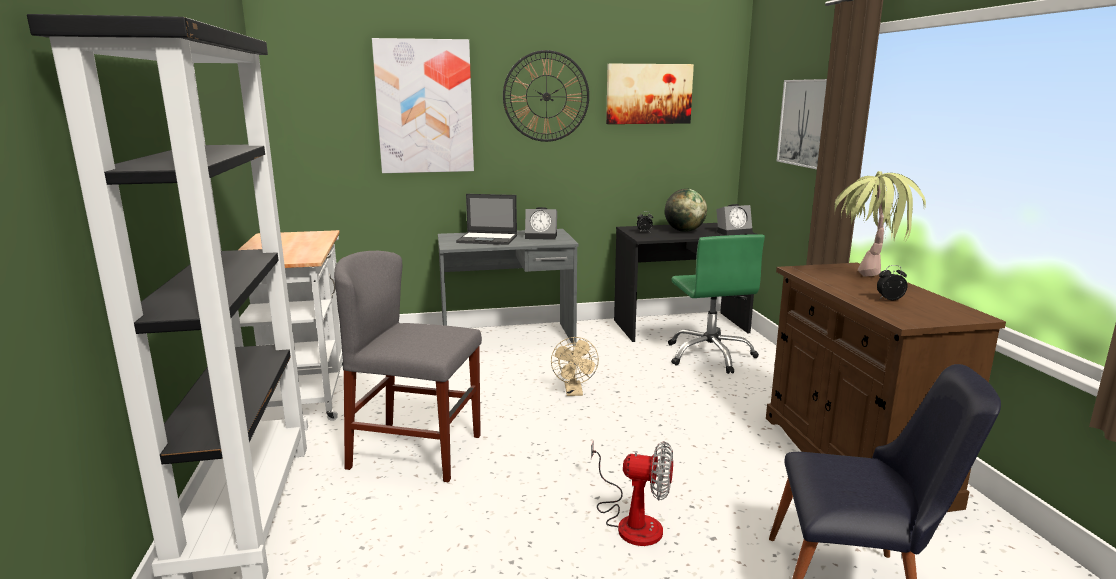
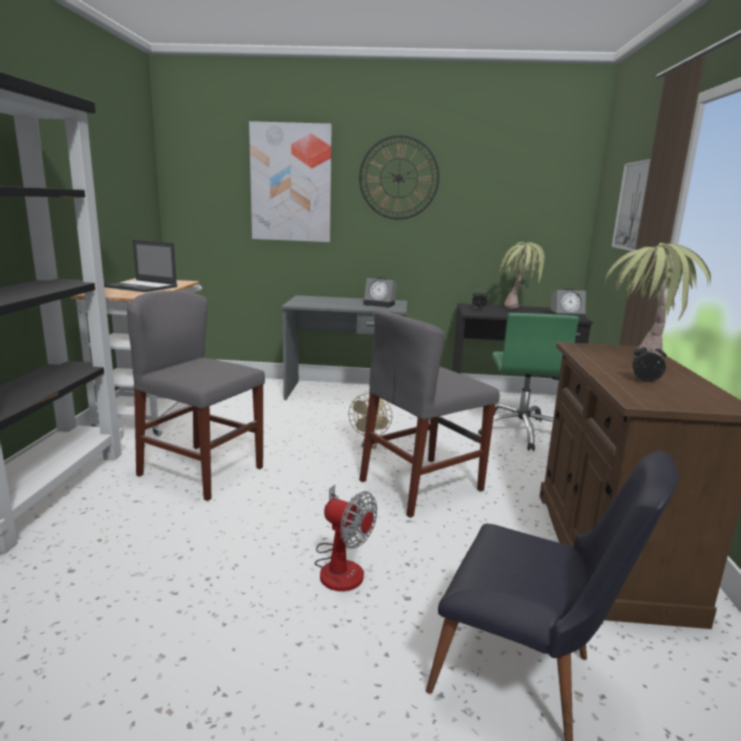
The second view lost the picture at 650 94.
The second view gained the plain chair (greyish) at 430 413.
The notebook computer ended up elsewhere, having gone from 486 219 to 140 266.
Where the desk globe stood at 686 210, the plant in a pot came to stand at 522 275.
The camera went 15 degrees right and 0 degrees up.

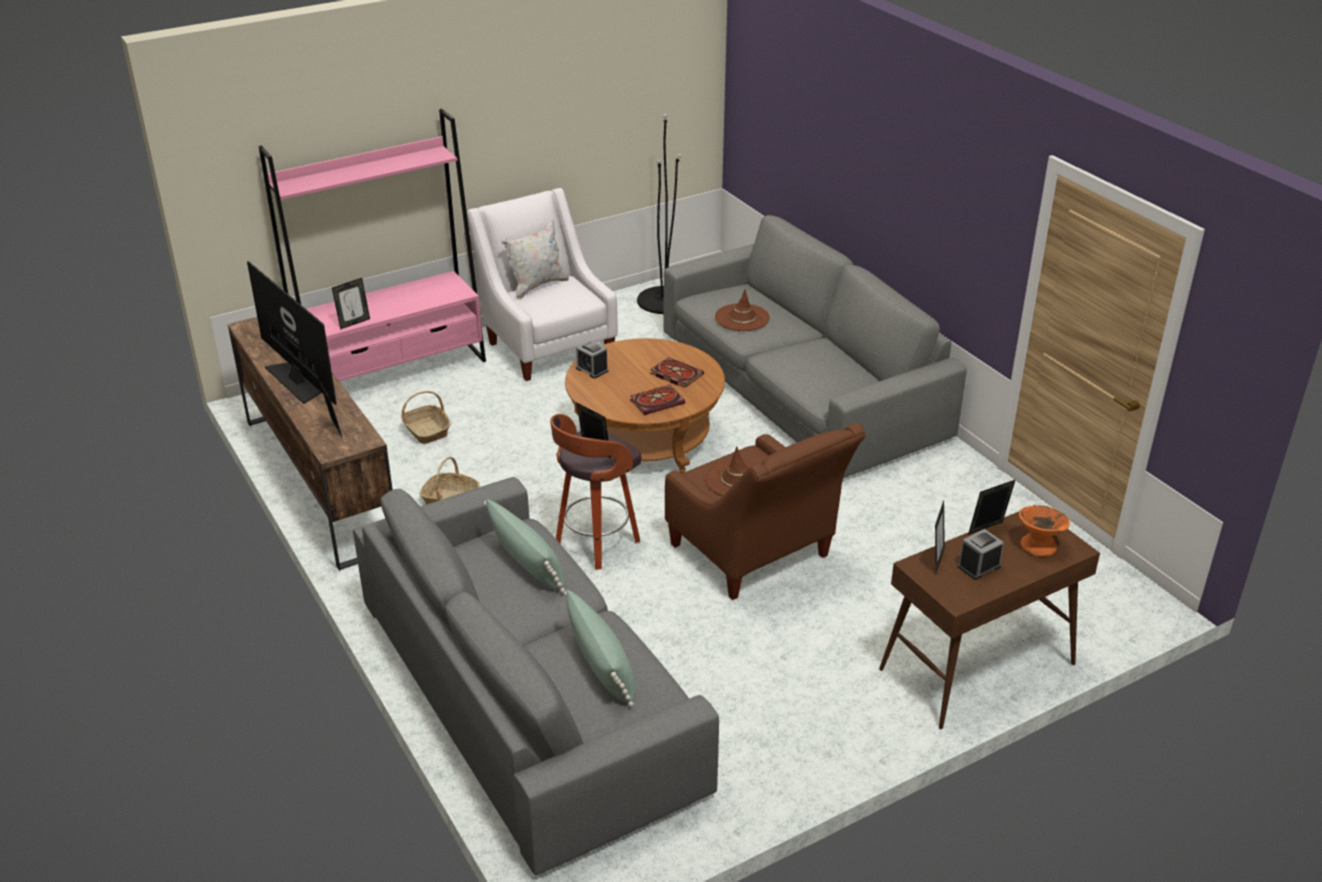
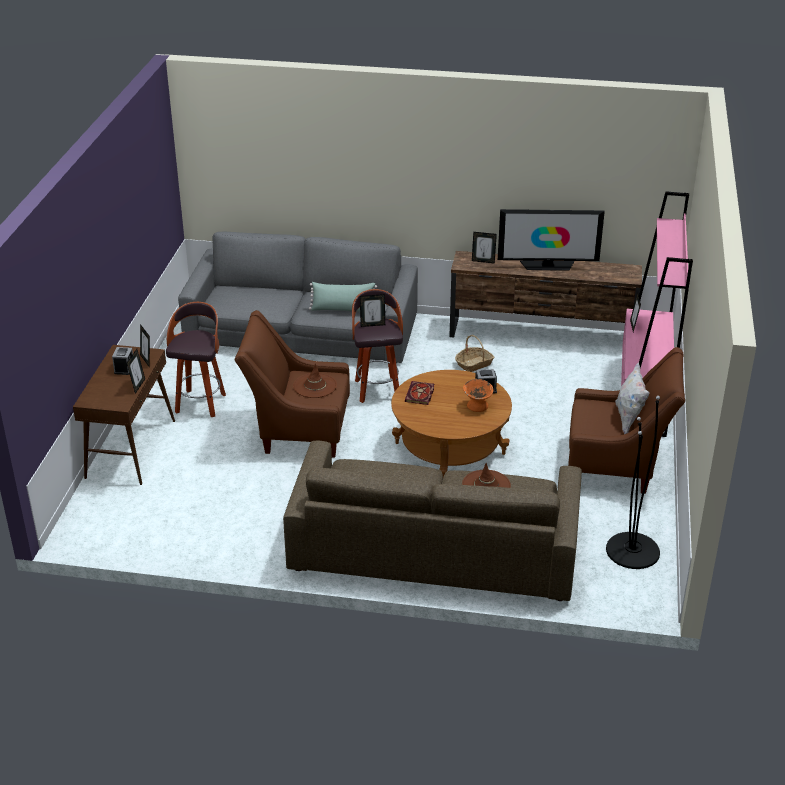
The second view lost the storage basket at 426 417.
The second view lost the pillow (green) at 600 648.
The second view lost the book at 677 372.
The second view gained the stool at 196 359.
The deep dish (orange-coloured) ended up elsewhere, having gone from 1044 531 to 478 395.
What was the easy chair (white) at 542 284 turned into the easy chair (brownish) at 626 420.
What was the settee (greyish) at 815 346 turned into the settee (brownish) at 432 521.
The camera went 130 degrees right and 0 degrees up.

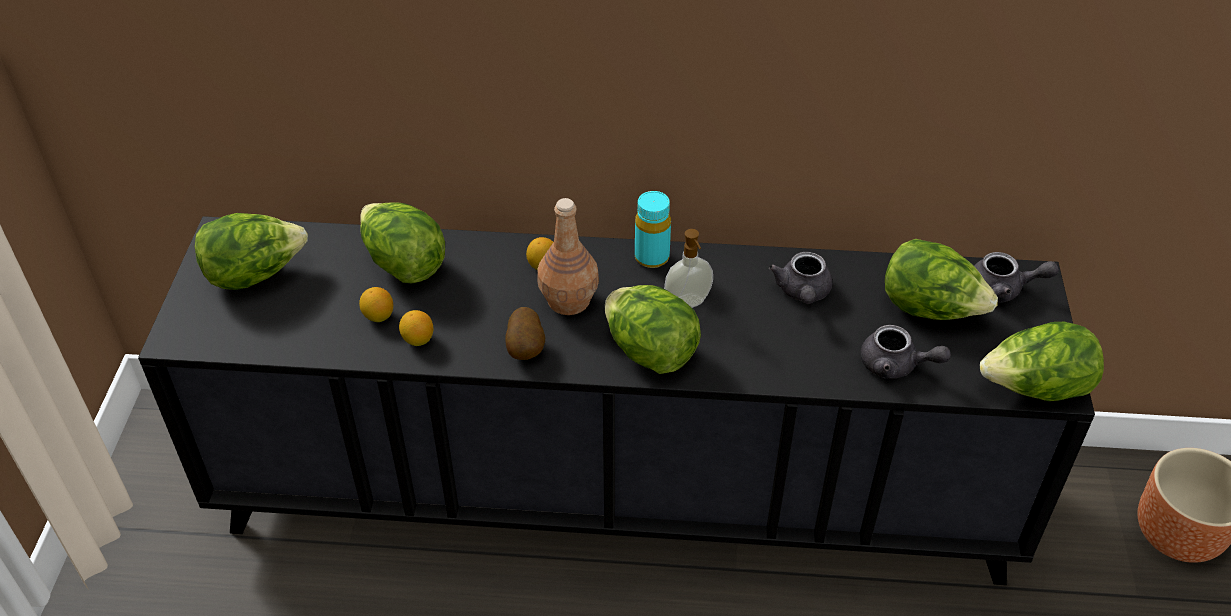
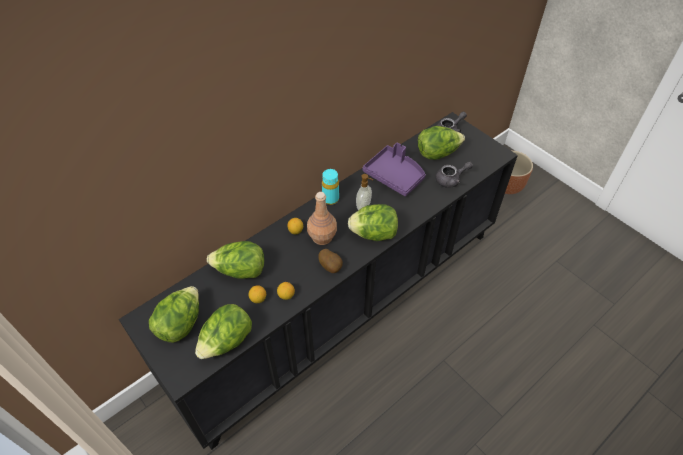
The lettuce head ended up elsewhere, having gone from 1042 361 to 223 331.
Where the tea pot (greyish) stood at 801 278, the carrying tray (purple-coloured) came to stand at 394 169.
The camera went 45 degrees left and 5 degrees up.

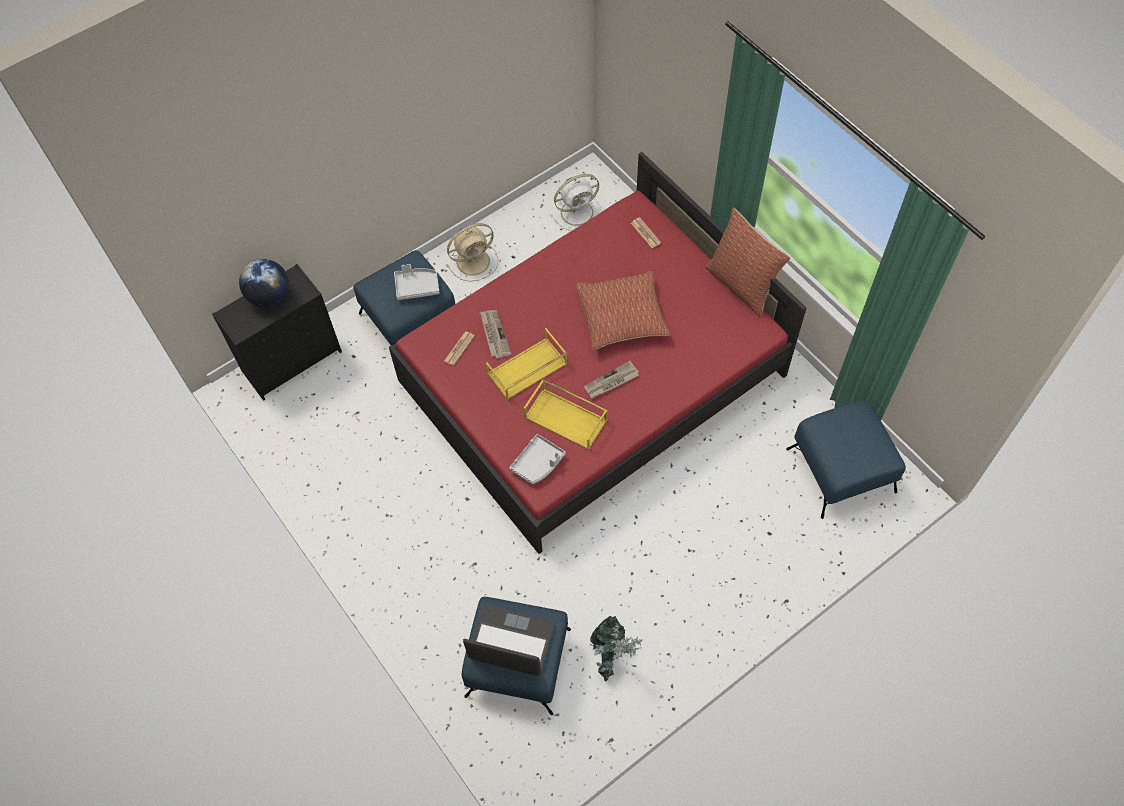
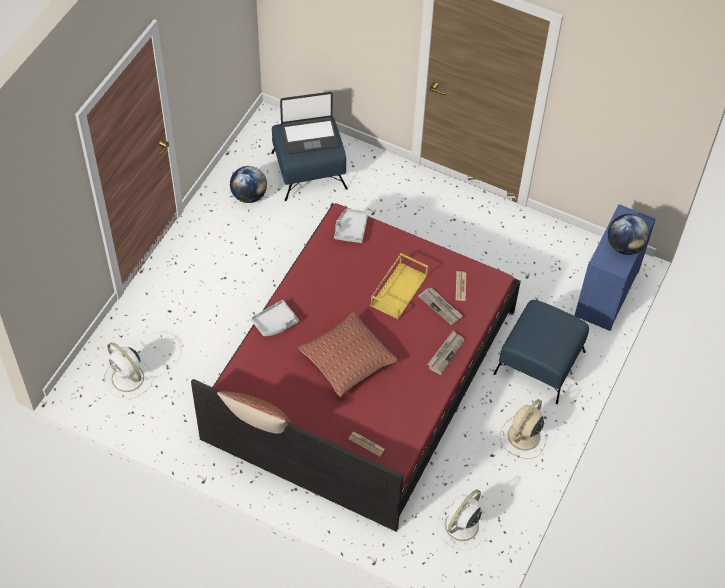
The second view lost the carrying tray (yellow-coloured) at 566 414.
The carrying tray (greyish) ended up elsewhere, having gone from 417 282 to 275 318.
The daily paper ended up elsewhere, having gone from 611 379 to 446 353.
Where the plant in a pot stood at 616 649, the desk globe came to stand at 248 184.
Where the footrest (bluish) stood at 846 459, the electric fan (white) came to stand at 128 370.
What was the dresser (black) at 277 332 turned into the dresser (bluish) at 615 267.
The camera went 150 degrees right and 5 degrees down.

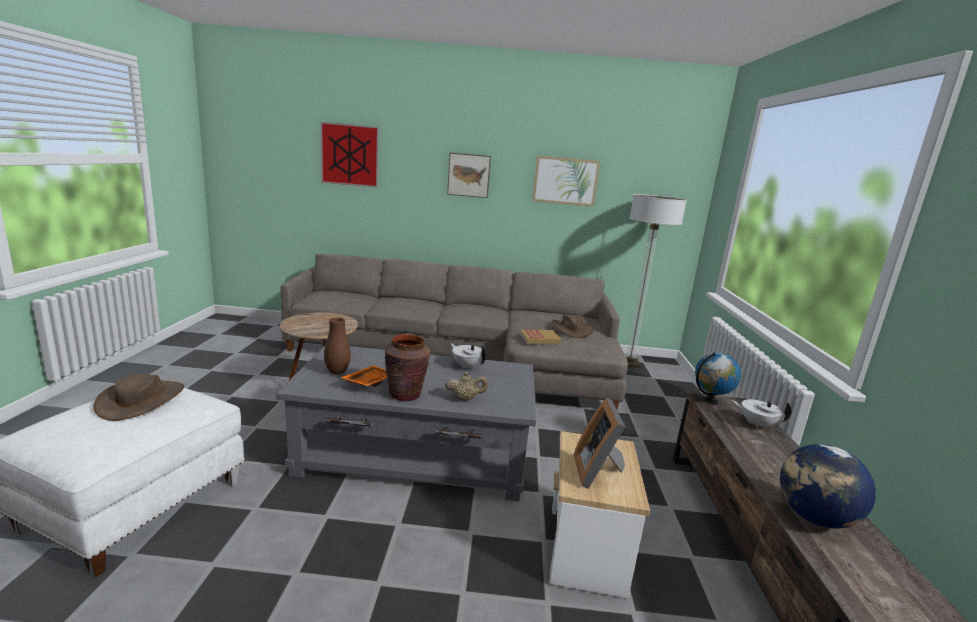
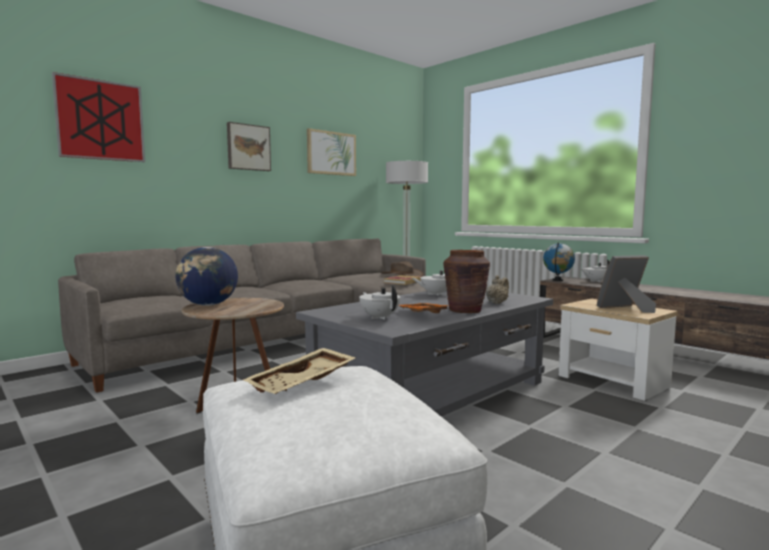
The desk globe ended up elsewhere, having gone from 828 486 to 207 276.
Where the wearable hat (brownish) stood at 138 397, the carrying tray (sand-coloured) came to stand at 299 371.
Where the decorative vase (brownish) stood at 337 346, the tea pot (white) came to stand at 380 302.
The standing frame at 599 443 ended up facing another way, 120 degrees clockwise from before.
The camera went 45 degrees left and 10 degrees down.

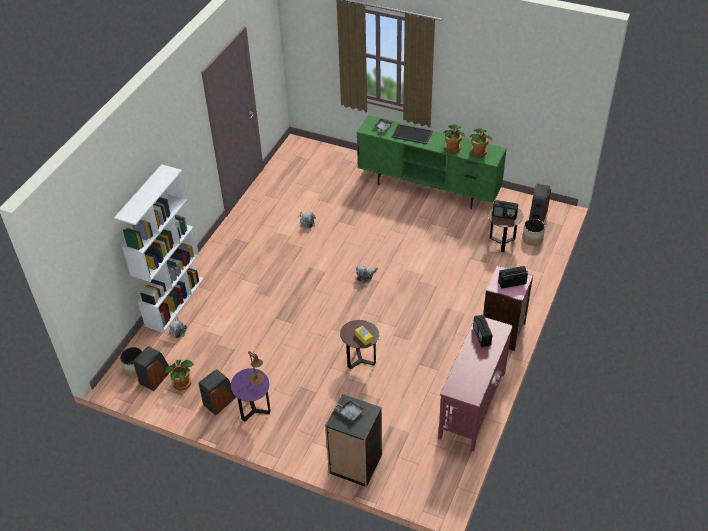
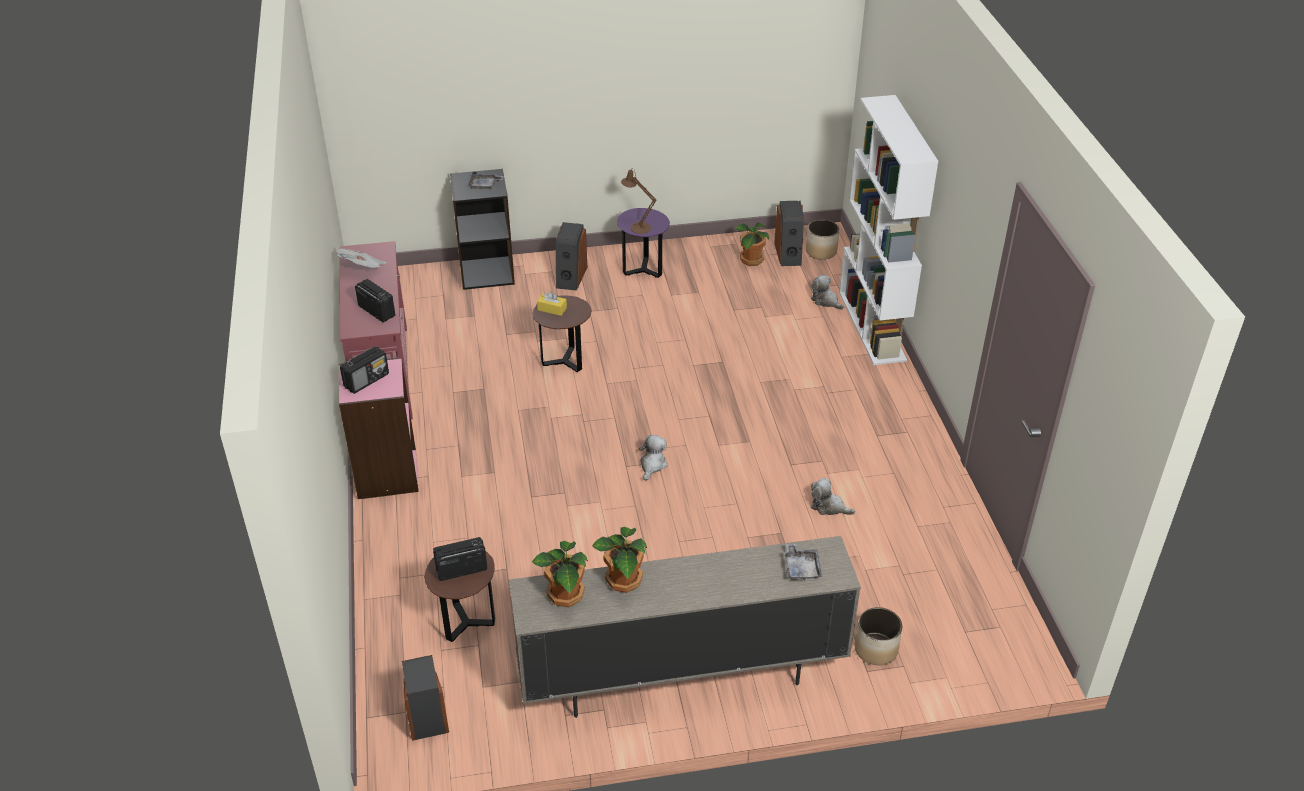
The second view lost the carrying tray at 412 134.
The second view gained the daily paper at 361 258.
The loudspeaker ended up elsewhere, having gone from 217 392 to 571 256.
The plant pot ended up elsewhere, having gone from 533 232 to 878 636.
What was the tv unit (green) at 431 162 turned into the tv unit (sand-coloured) at 685 627.
The camera went 145 degrees right and 5 degrees down.

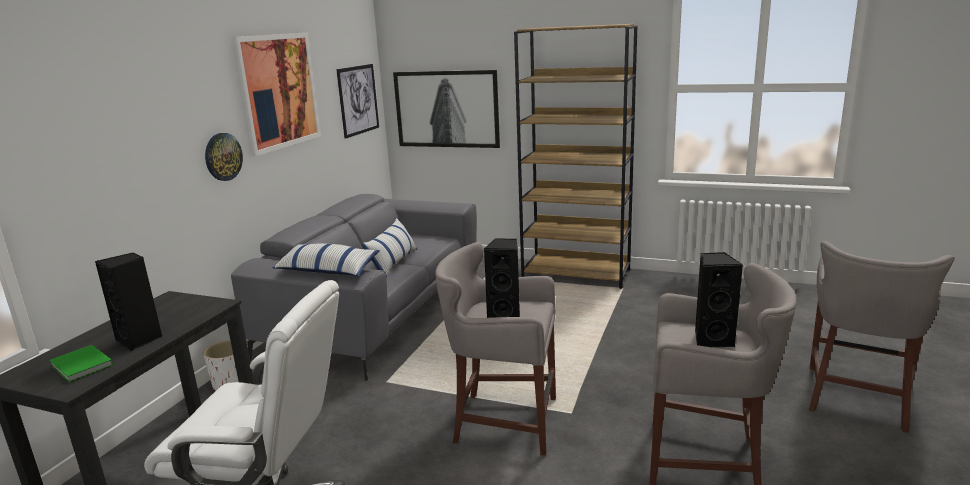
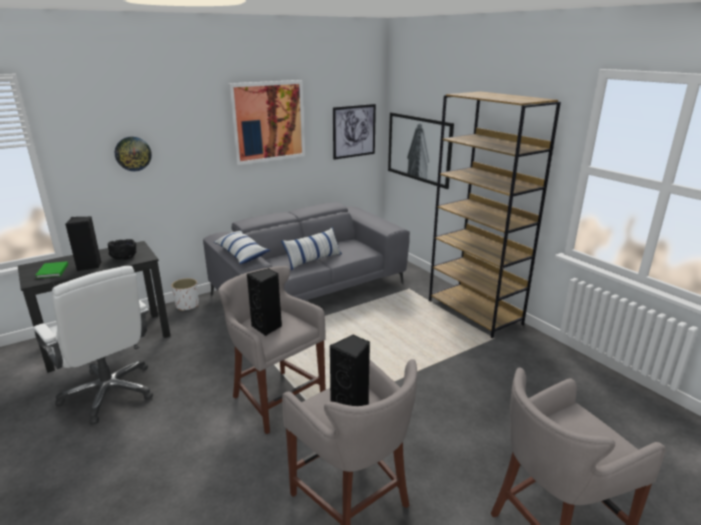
The second view gained the deep dish (black) at 122 249.
The clock on the wall ended up elsewhere, having gone from 224 157 to 133 153.
The camera went 35 degrees right and 5 degrees up.

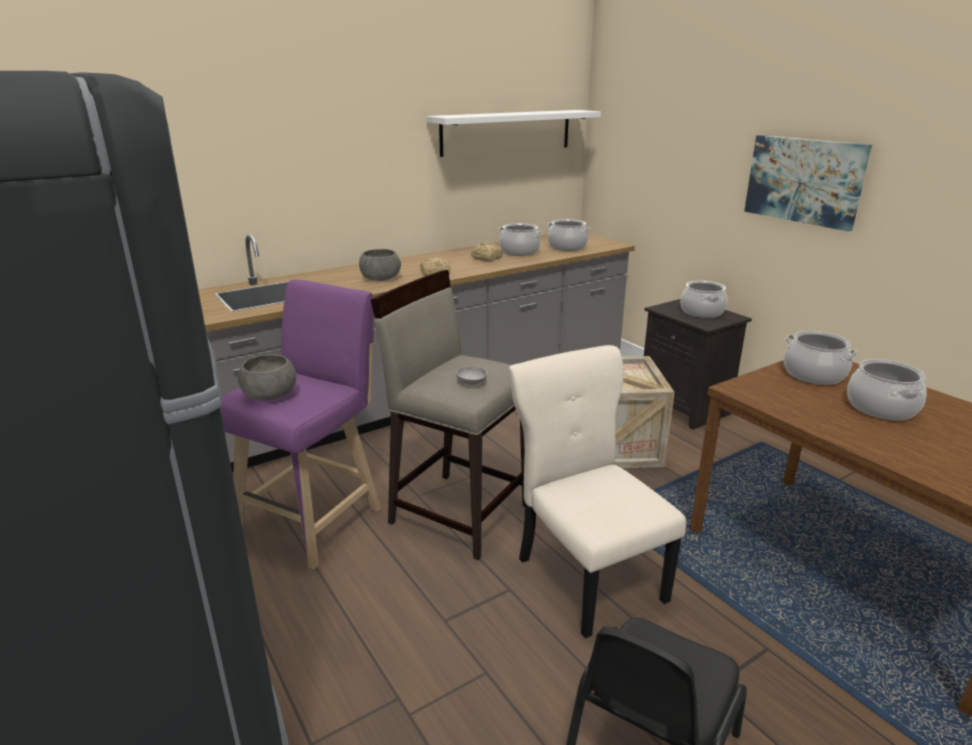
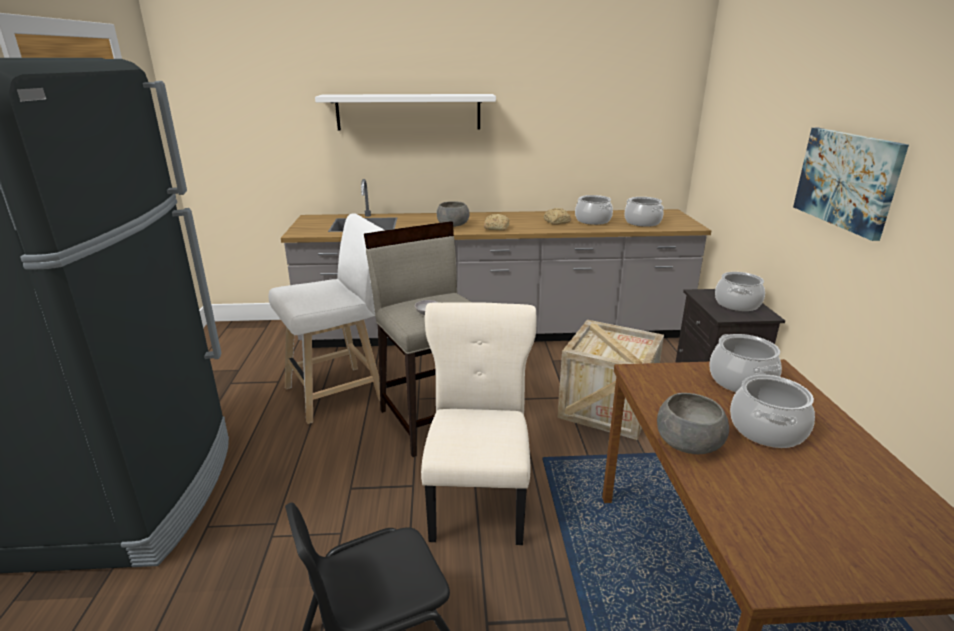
The deep dish (greyish) ended up elsewhere, having gone from 267 377 to 693 423.
The bracket shelf (white) ended up elsewhere, having gone from 513 133 to 405 112.
What was the stool (purple-coloured) at 300 424 turned into the stool (white) at 327 319.
The camera went 30 degrees right and 0 degrees up.

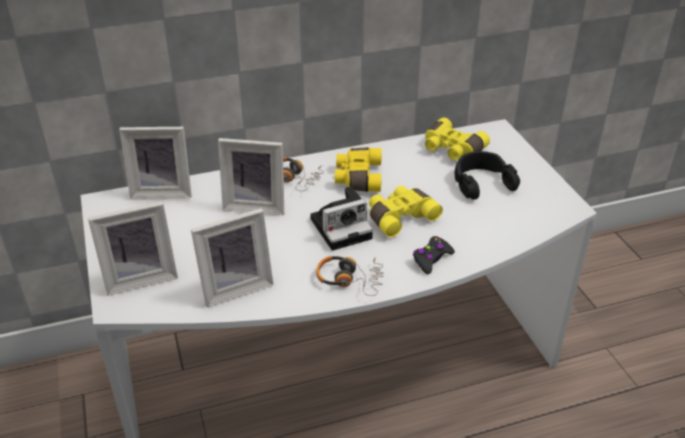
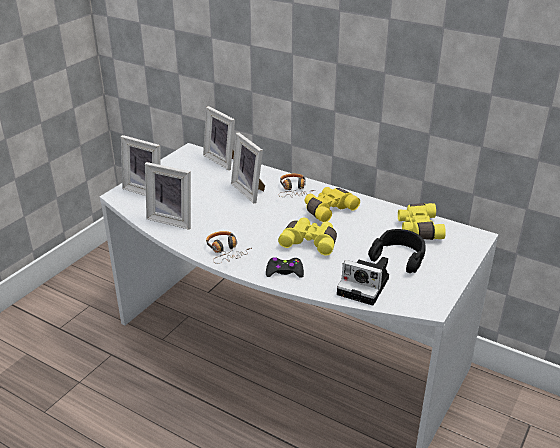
The photo camera ended up elsewhere, having gone from 341 218 to 363 281.
The camera went 50 degrees right and 5 degrees down.

